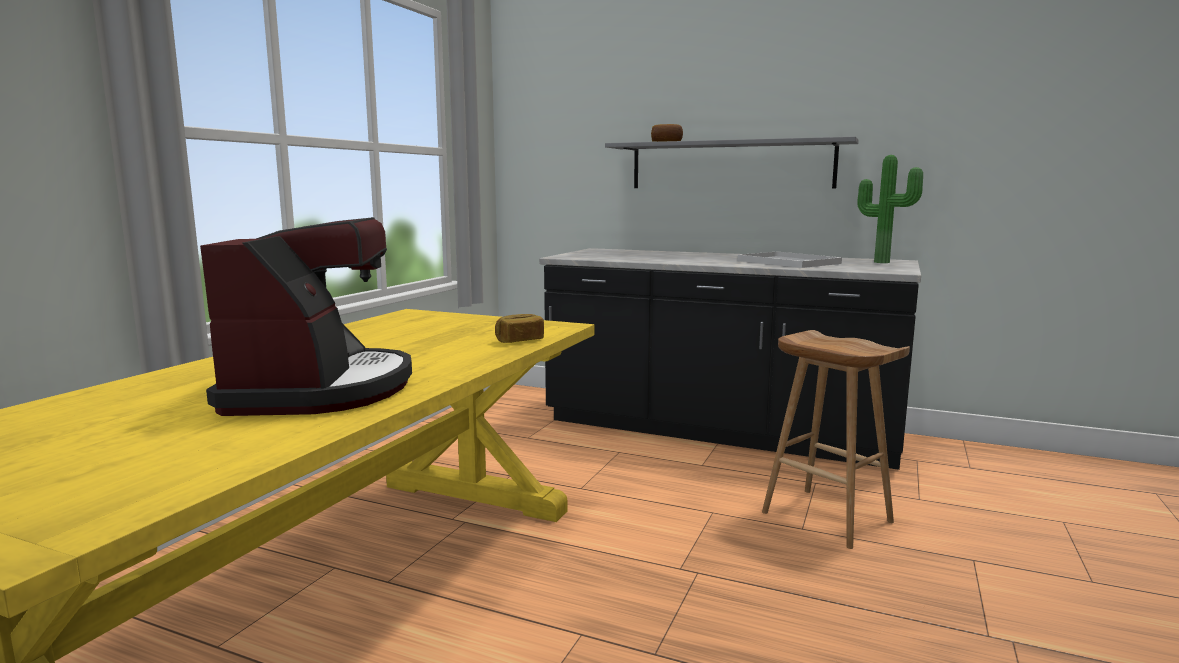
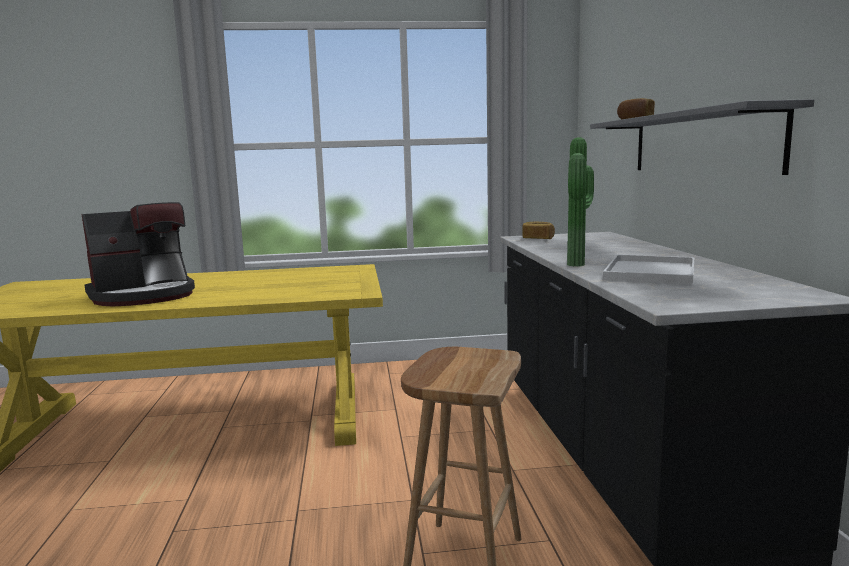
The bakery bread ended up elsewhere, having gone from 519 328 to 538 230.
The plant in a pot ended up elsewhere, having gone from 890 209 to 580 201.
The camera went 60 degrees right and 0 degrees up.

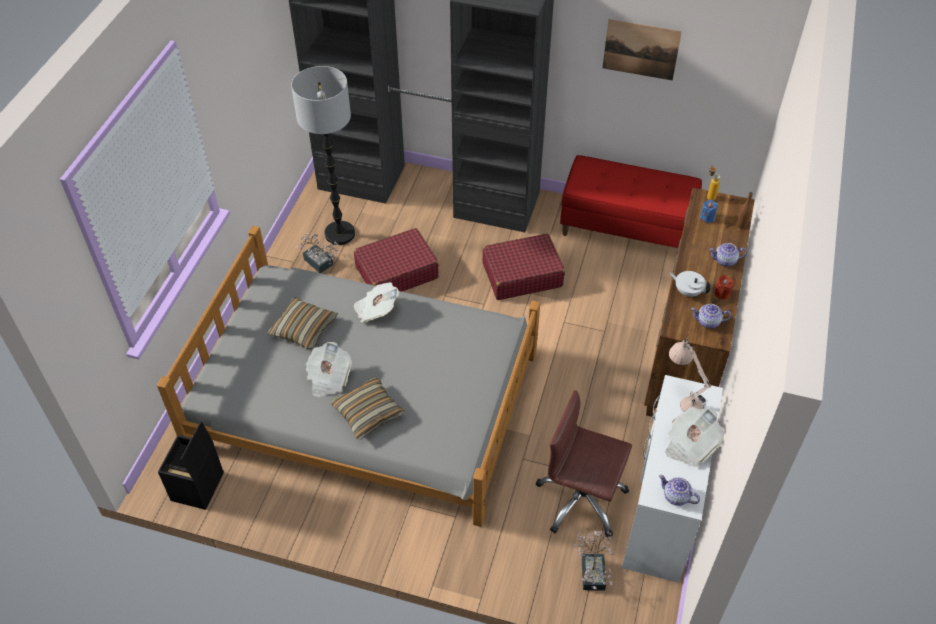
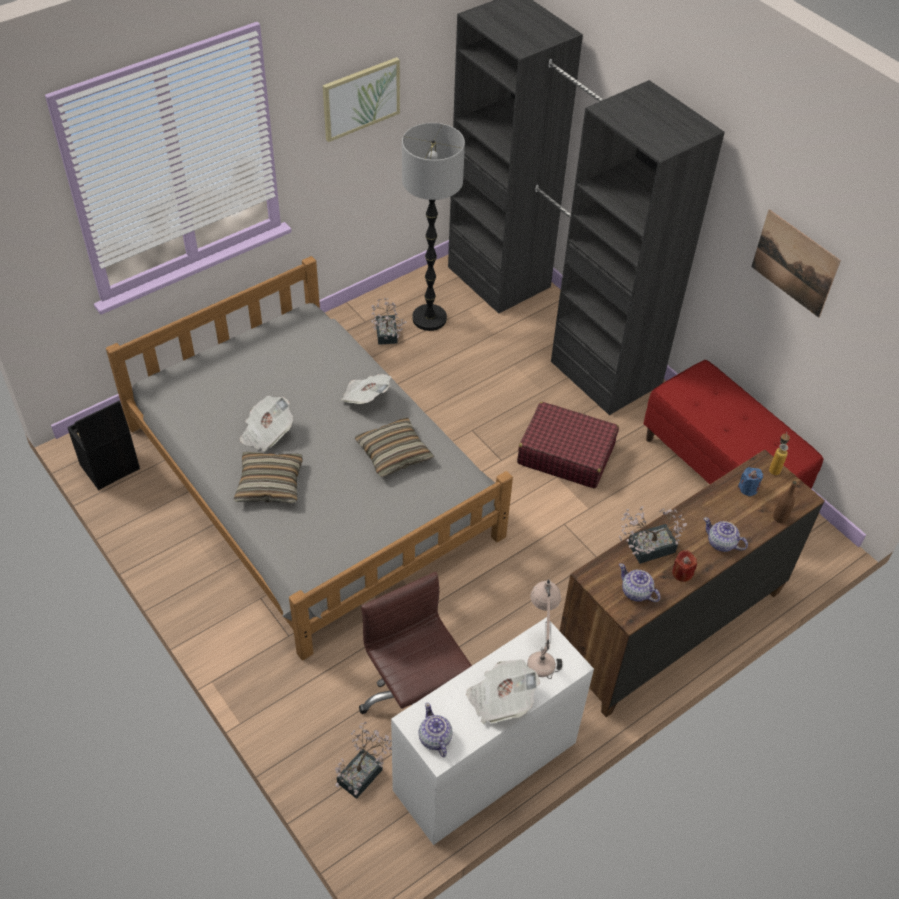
The second view lost the piece of luggage (reddish) at 396 260.
The second view gained the picture at 361 99.
The pillow ended up elsewhere, having gone from 303 323 to 395 447.
Where the tea pot (white) stood at 690 284, the plant in a pot came to stand at 653 535.
The camera went 35 degrees right and 0 degrees up.

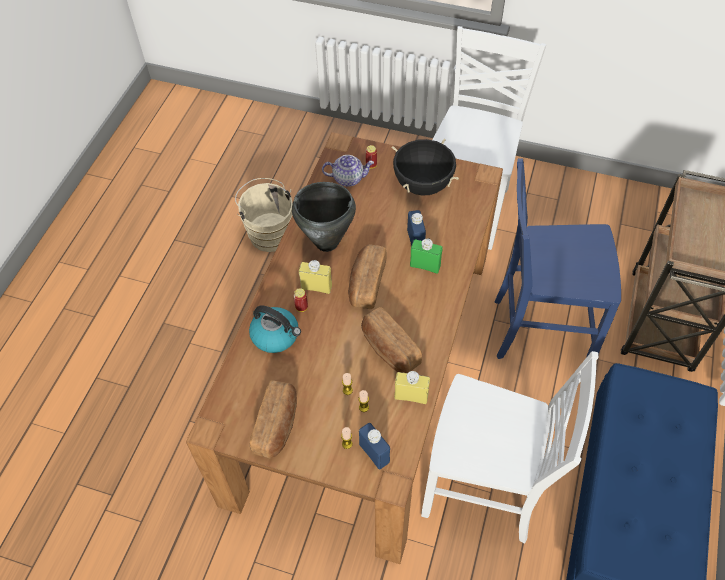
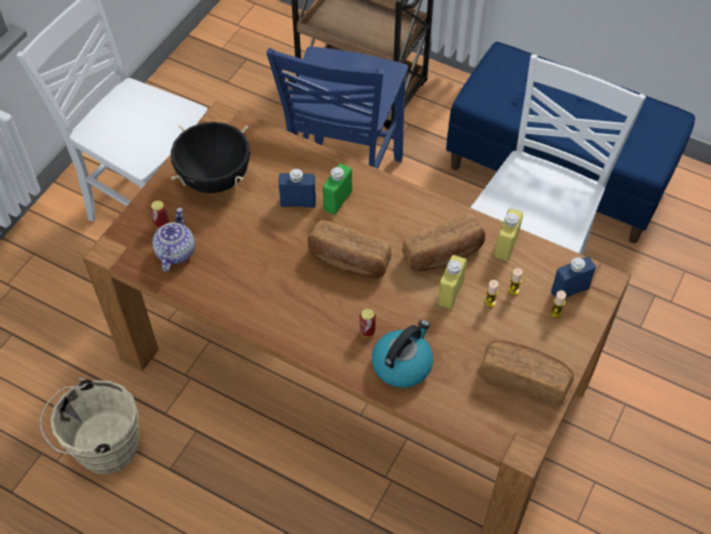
The second view lost the stockpot (black) at 324 217.
The bottle (yellow-coloured) ended up elsewhere, having gone from 315 277 to 452 282.
The camera went 80 degrees left and 0 degrees up.

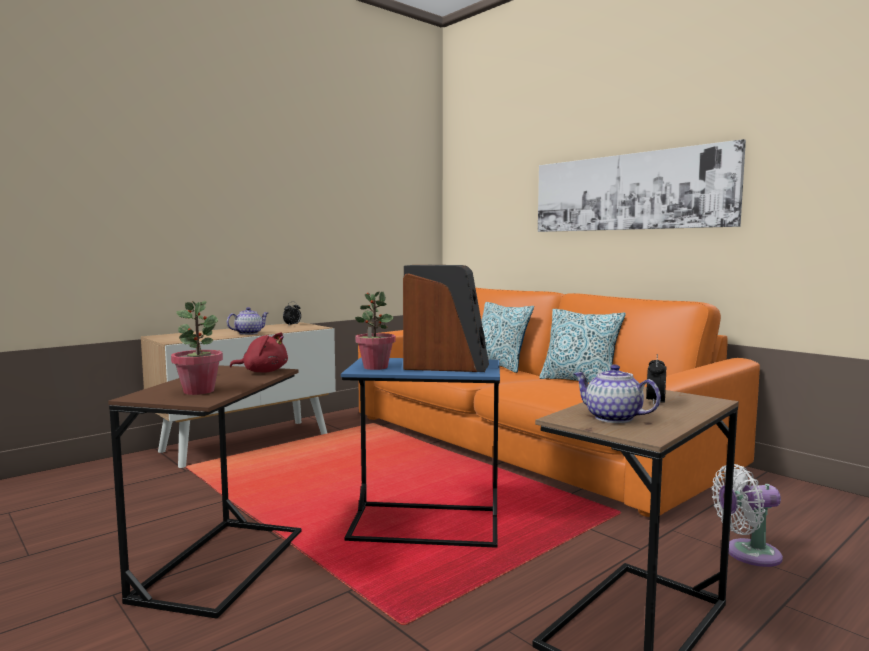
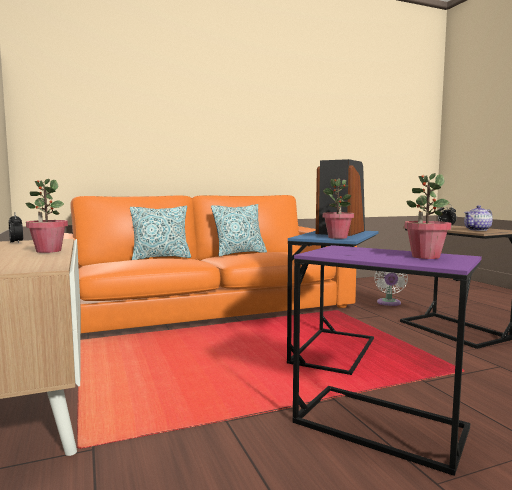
The second view lost the cuddly toy (reddish) at 259 352.
The second view lost the picture at 642 185.
Where the tea pot stood at 247 321, the plant in a pot came to stand at 46 216.
What was the side table (brownish) at 205 492 turned into the side table (purple-coloured) at 387 360.
The camera went 70 degrees left and 0 degrees up.

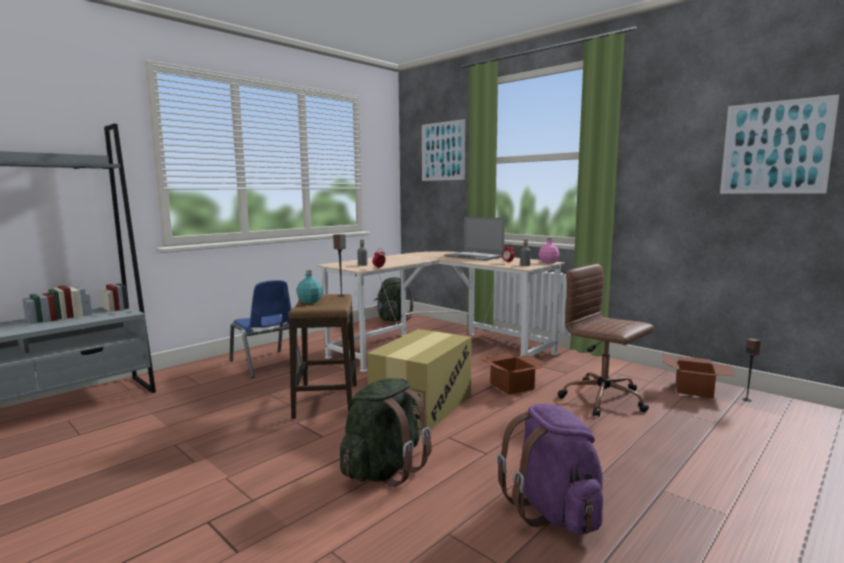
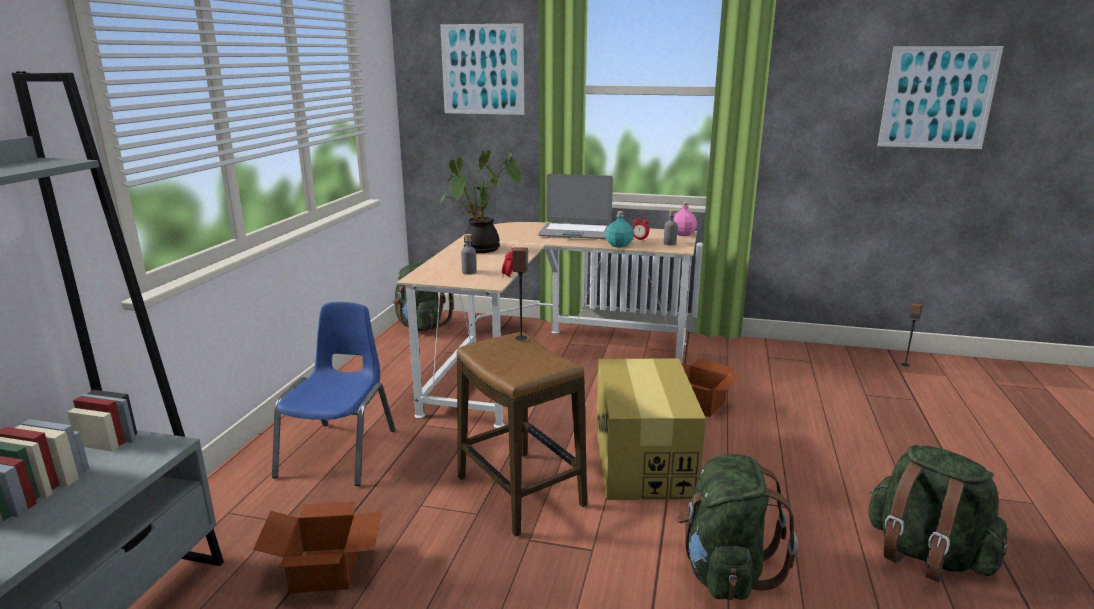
The second view lost the computer chair (brownish) at 606 340.
The second view gained the plant in a pot at 480 201.
The bottle (blue-green) ended up elsewhere, having gone from 310 286 to 620 229.
The packing box ended up elsewhere, having gone from 699 375 to 317 547.
What was the knapsack (purple-coloured) at 550 469 turned into the knapsack (green) at 938 513.
The plain chair (bluish) at 266 329 ended up facing another way, 105 degrees counterclockwise from before.
The camera went 30 degrees left and 10 degrees up.

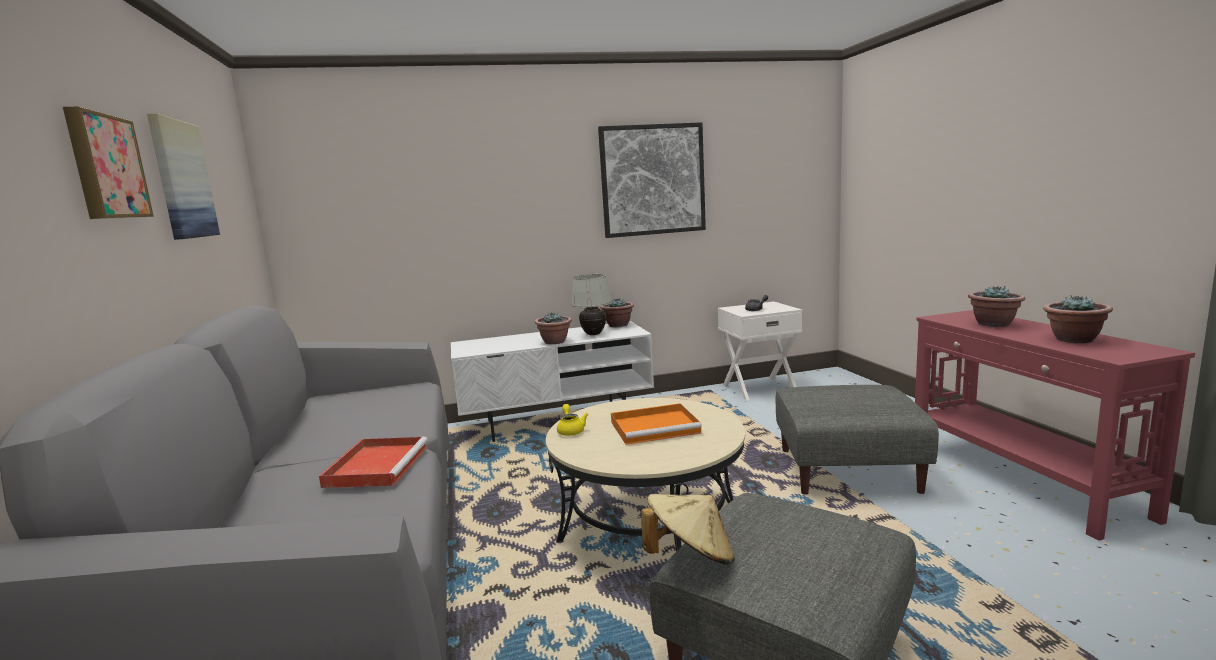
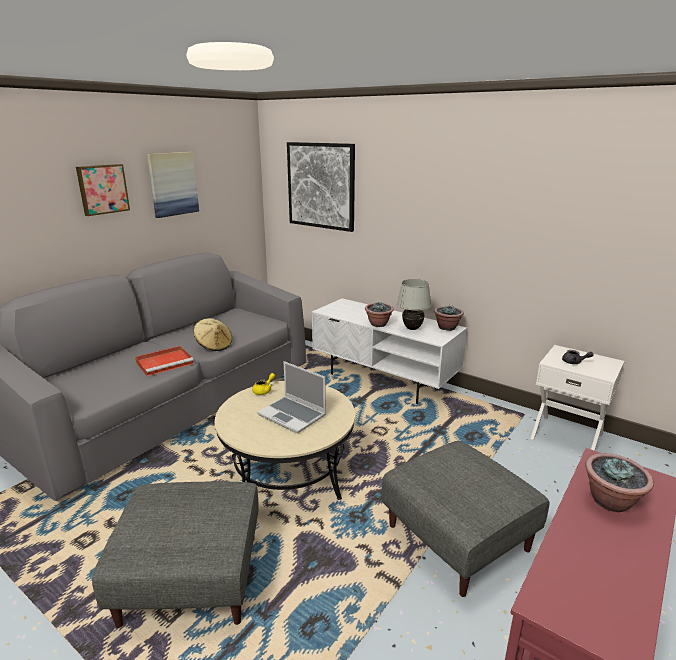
The second view lost the plant in a pot at 1078 319.
The picture ended up elsewhere, having gone from 652 180 to 321 187.
The wearable hat (sand-coloured) ended up elsewhere, having gone from 688 529 to 213 334.
Where the carrying tray (orange-coloured) stood at 656 424, the notebook computer came to stand at 291 397.
The camera went 50 degrees right and 10 degrees up.

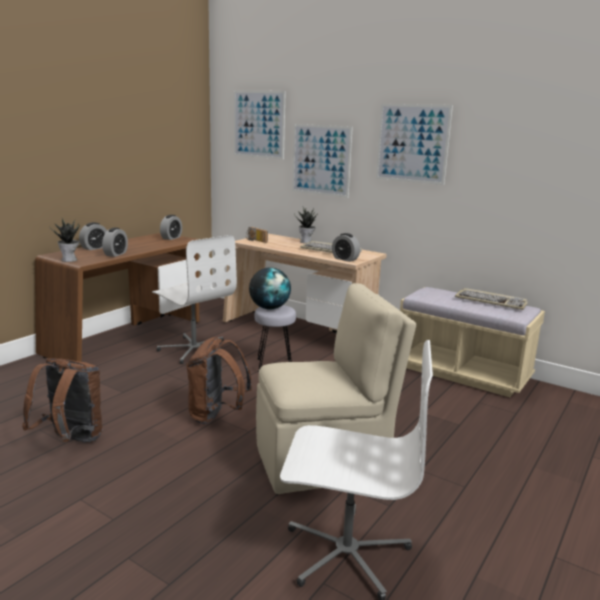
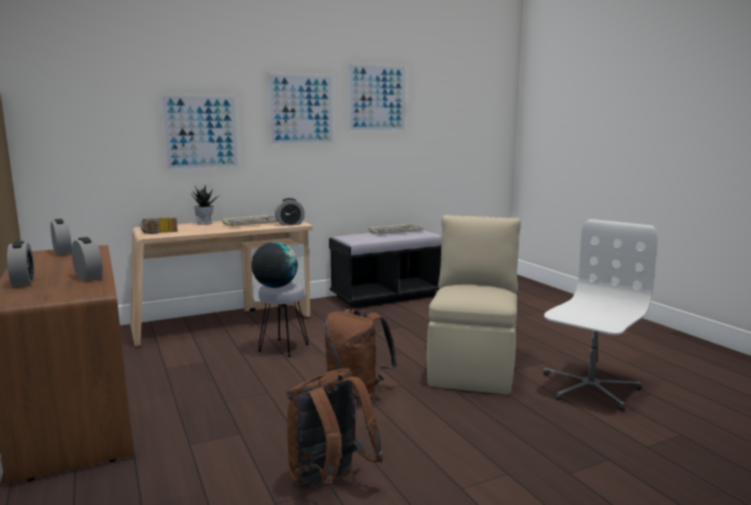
The second view lost the plant in a pot at 65 240.
The second view lost the computer chair (white) at 194 299.
The picture ended up elsewhere, having gone from 260 125 to 377 97.
What was the long seat (sand-coloured) at 472 342 turned into the long seat (black) at 385 269.
The camera went 60 degrees left and 5 degrees down.

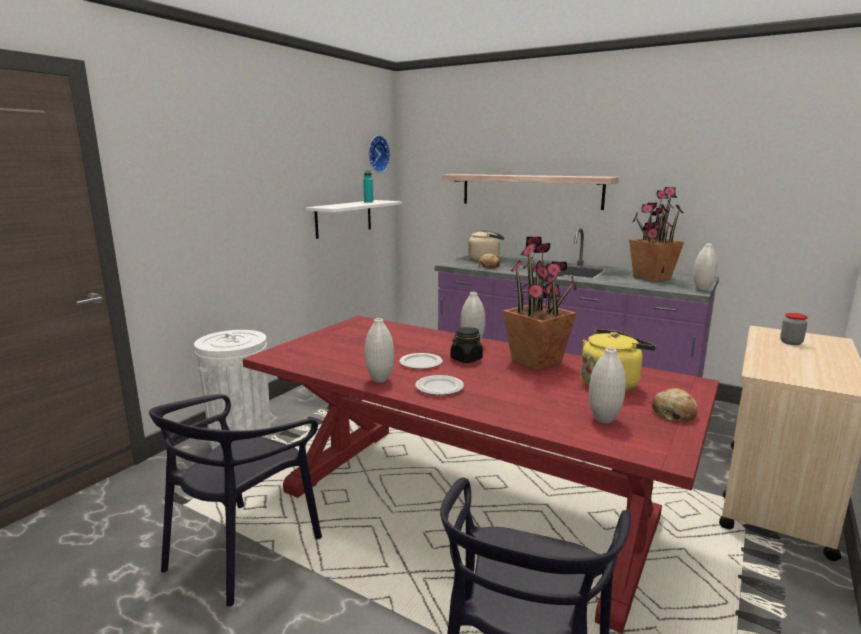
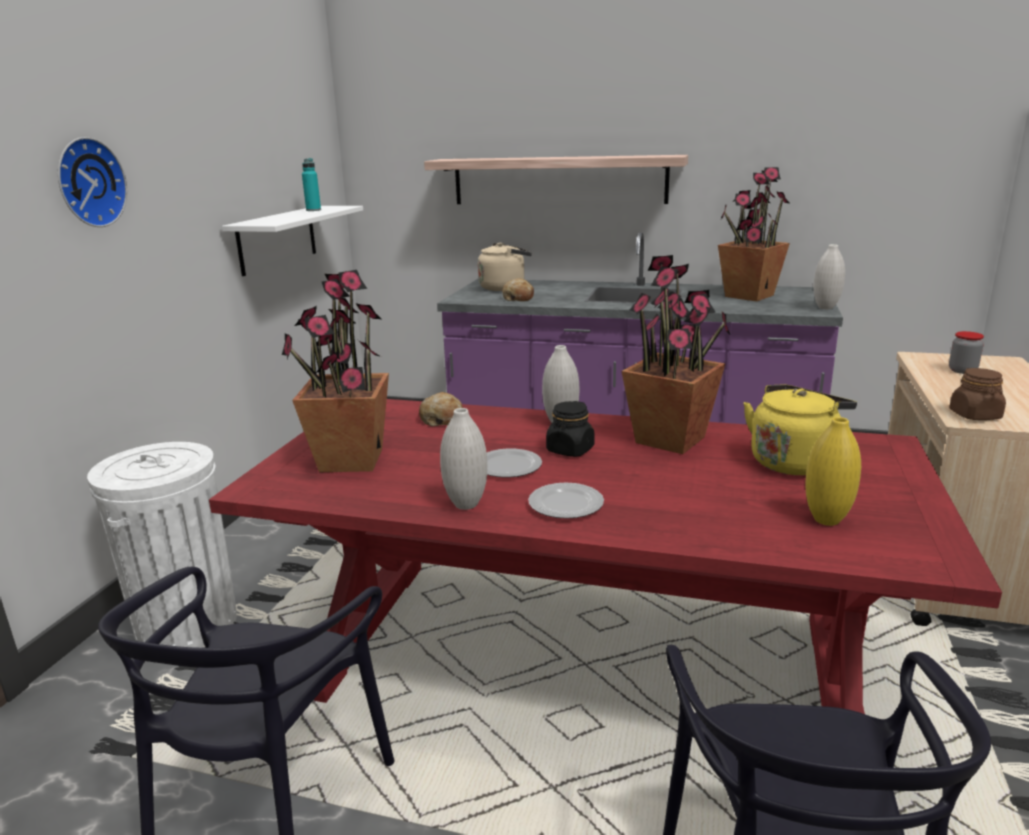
The second view gained the plant in a pot at 335 371.
The second view gained the preserve jar (brownish) at 977 394.
The clock on the wall ended up elsewhere, having gone from 379 154 to 92 182.
The bakery bread ended up elsewhere, having gone from 675 404 to 441 409.
What was the decorative vase (white) at 607 386 turned into the decorative vase (yellow-coloured) at 833 471.
The camera went 15 degrees left and 5 degrees up.

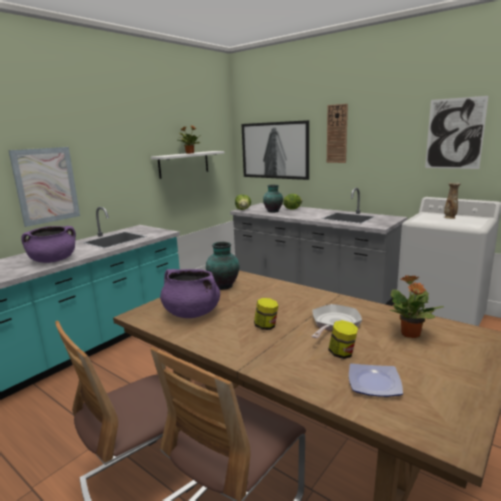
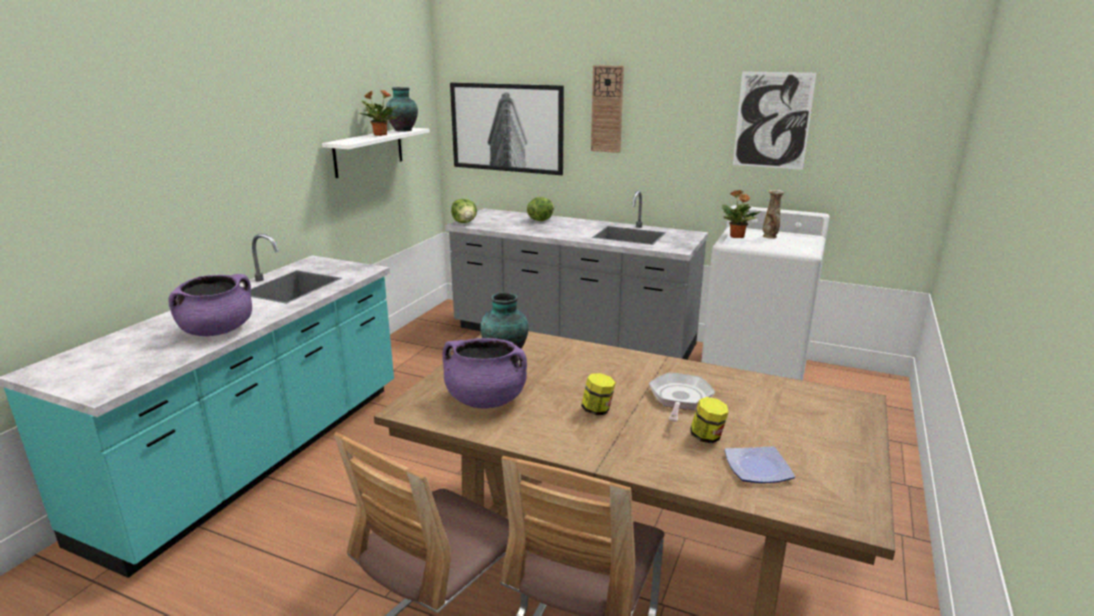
The second view lost the picture at 44 187.
The decorative vase ended up elsewhere, having gone from 273 199 to 402 109.
The plant in a pot ended up elsewhere, having gone from 417 306 to 742 214.
The camera went 15 degrees left and 5 degrees up.

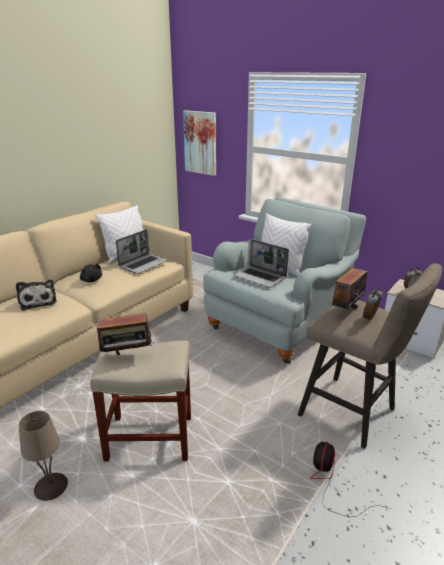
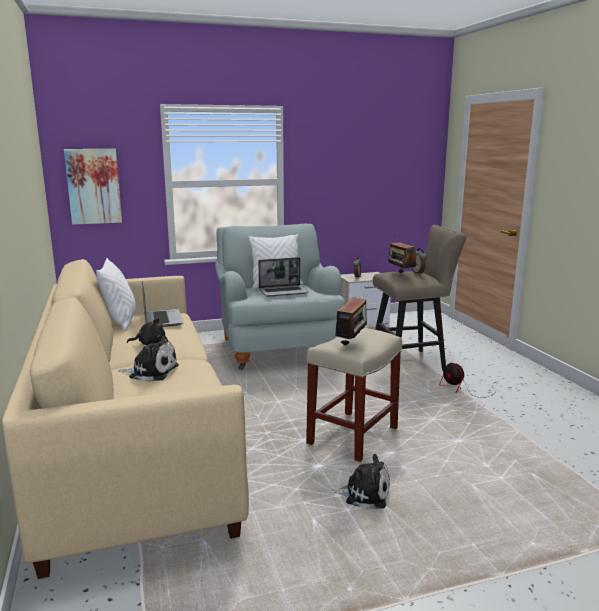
Where the lamp for a table (sand-coloured) stood at 43 456, the cuddly toy came to stand at 360 481.
The camera went 55 degrees left and 10 degrees down.

